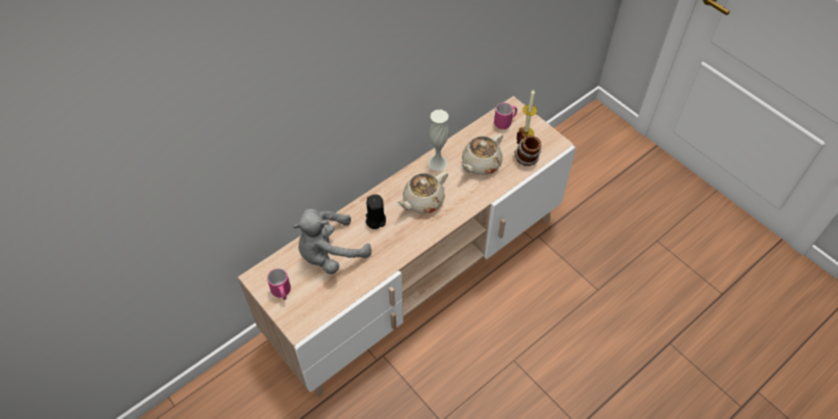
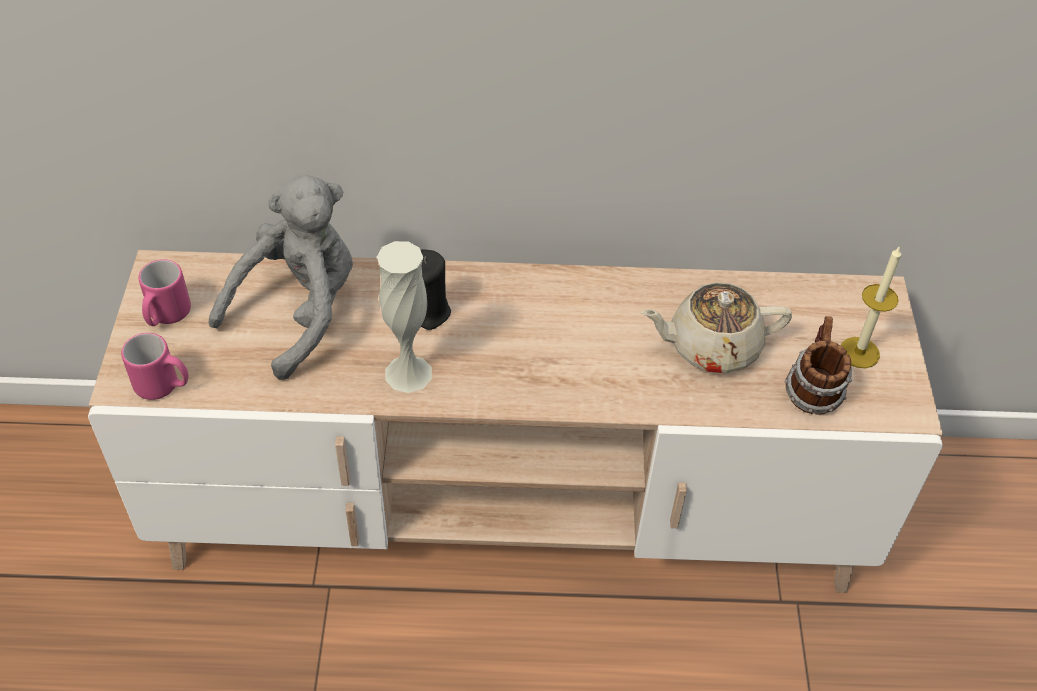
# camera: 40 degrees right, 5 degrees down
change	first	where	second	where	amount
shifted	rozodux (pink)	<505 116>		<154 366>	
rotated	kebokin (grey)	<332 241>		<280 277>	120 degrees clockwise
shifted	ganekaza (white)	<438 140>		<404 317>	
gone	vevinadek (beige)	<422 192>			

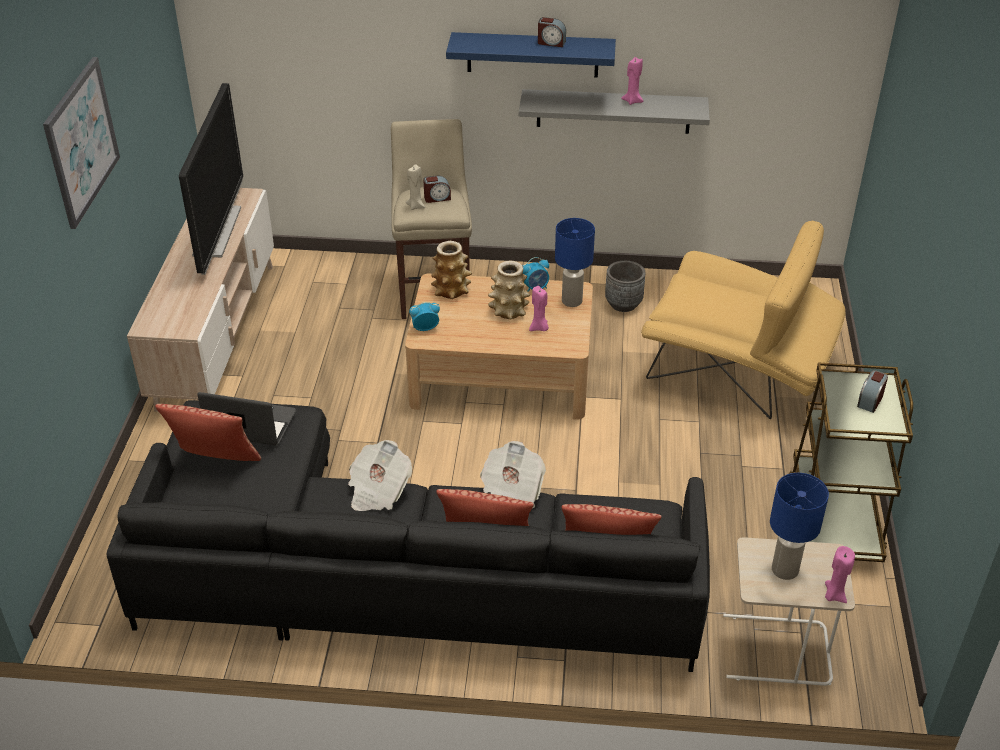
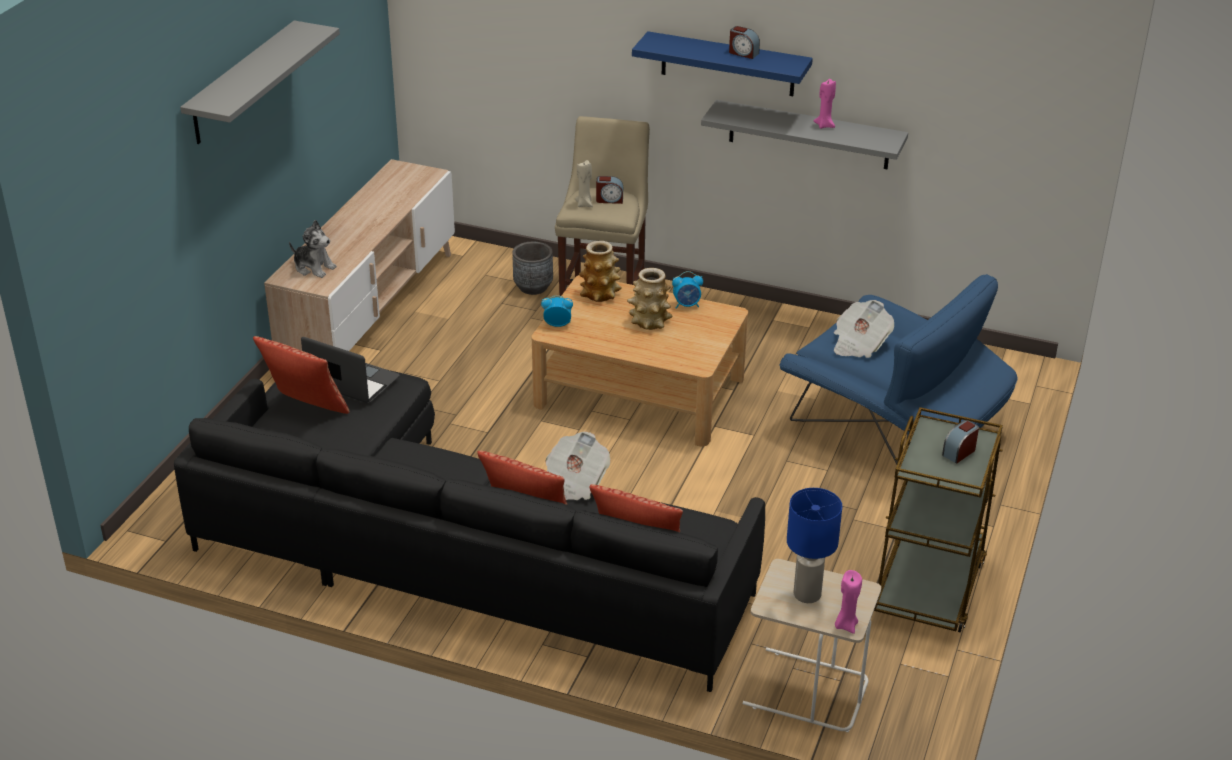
# camera: 15 degrees right, 5 degrees down
change	first	where	second	where	amount
swapped	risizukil	<81 143>	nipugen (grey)	<260 82>	
new			kebokin	<313 249>	
shifted	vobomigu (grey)	<625 286>		<532 268>	
repainted	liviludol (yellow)	<743 320>	liviludol (blue)	<898 369>	
shifted	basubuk	<380 475>		<864 329>	
gone	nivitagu	<211 179>			
gone	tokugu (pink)	<539 308>			
gone	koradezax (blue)	<575 262>			

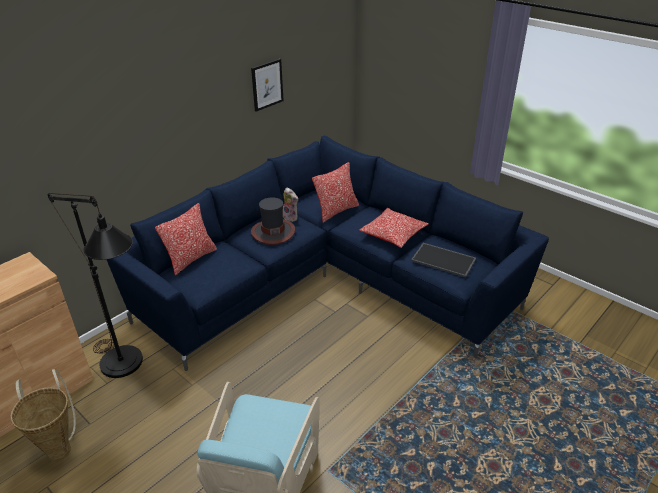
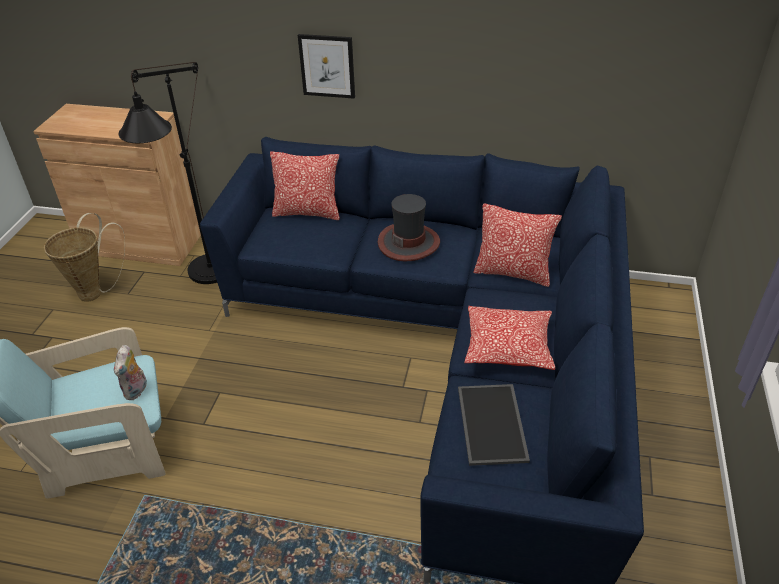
# camera: 60 degrees right, 5 degrees up
change	first	where	second	where	amount
shifted	kebokin	<291 204>		<130 372>	
shifted	risizukil	<267 85>		<326 66>	

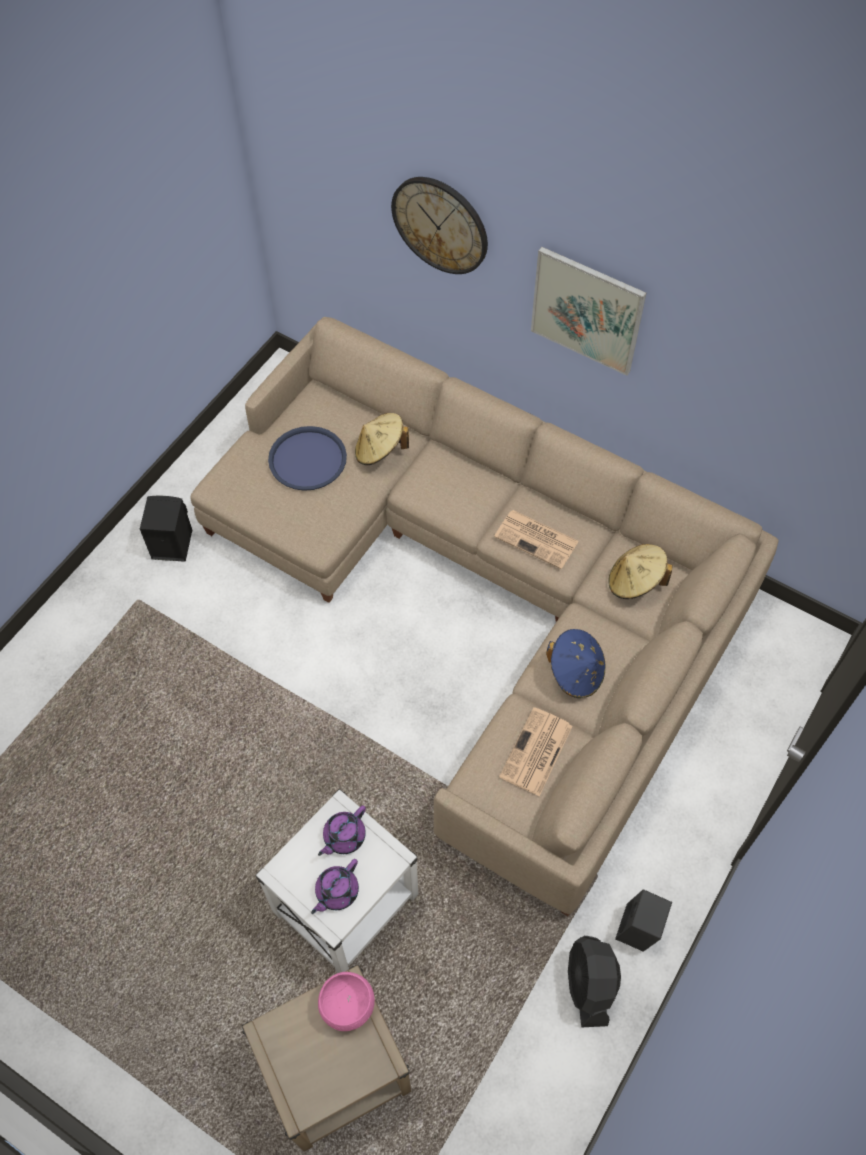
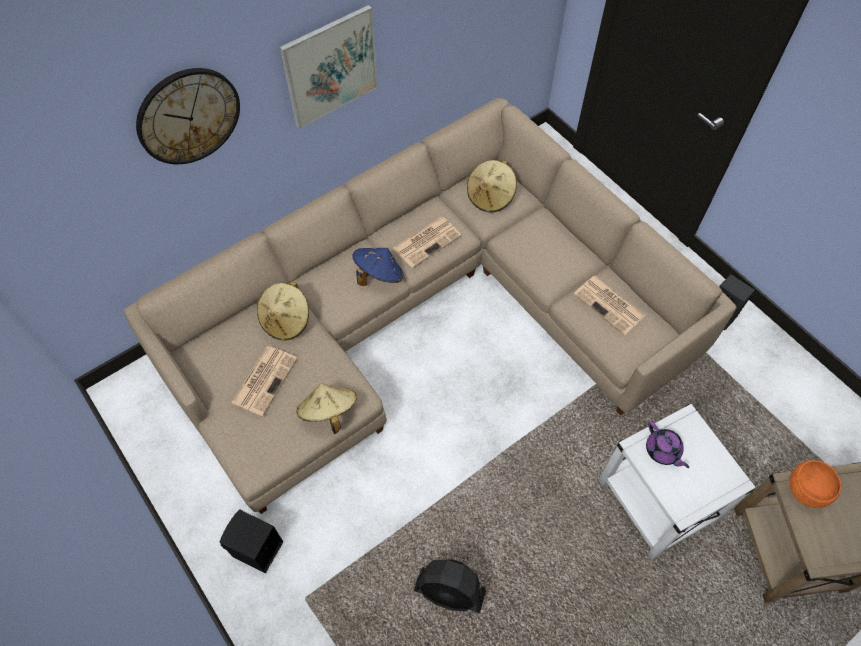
# camera: 70 degrees left, 0 degrees up
change	first	where	second	where	amount
swapped	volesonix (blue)	<307 458>	basubuk	<264 381>	
new			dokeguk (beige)	<327 408>	
shifted	dokeguk (blue)	<576 663>		<377 267>	
shifted	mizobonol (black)	<594 981>		<450 586>	
repainted	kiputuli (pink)	<346 1001>	kiputuli (orange)	<815 484>	
gone	vevinadek (purple)	<335 886>			

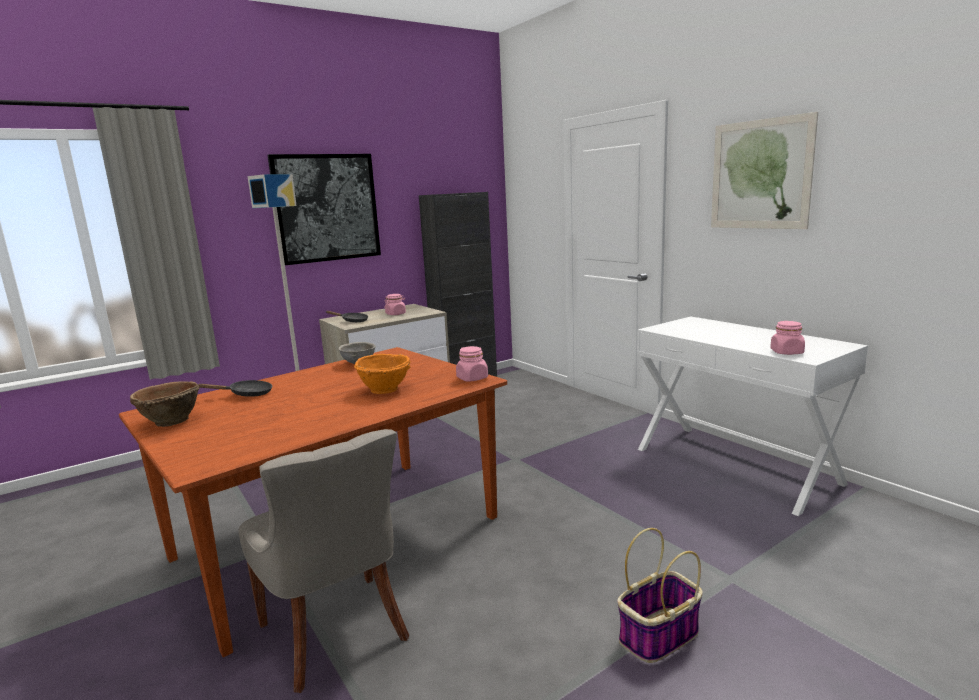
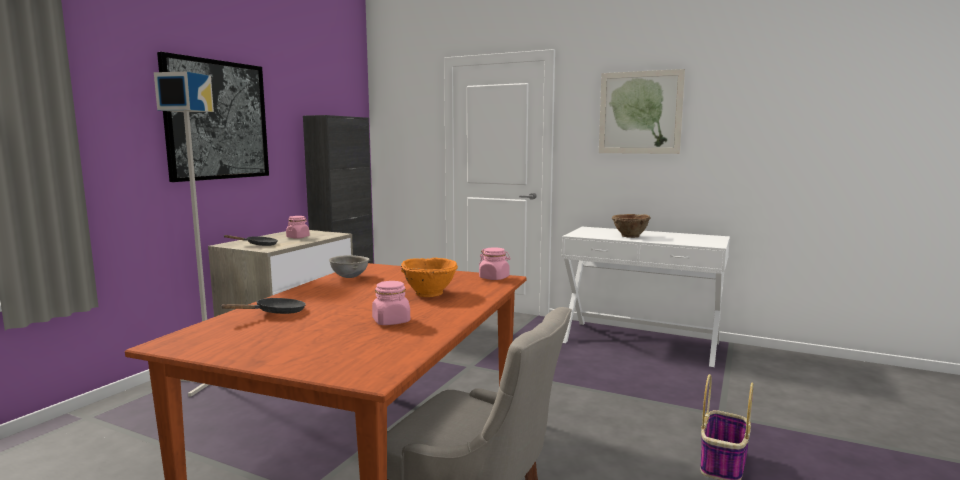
# camera: 30 degrees left, 5 degrees down
change	first	where	second	where	amount
shifted	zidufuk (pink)	<787 338>		<391 303>	
shifted	kiputuli (brown)	<165 404>		<631 226>	

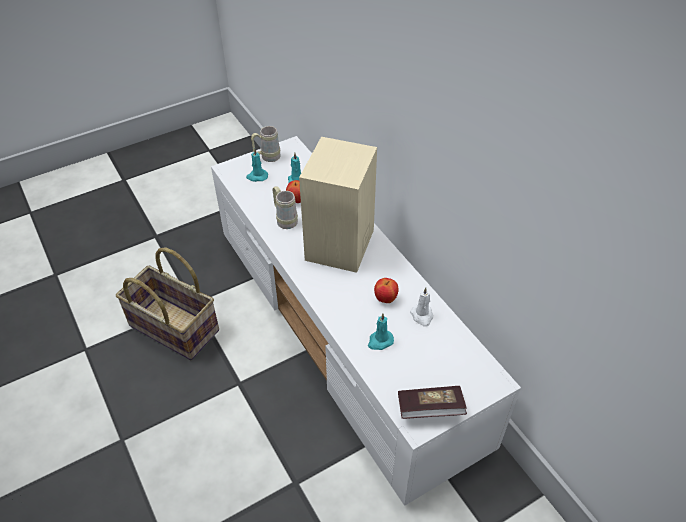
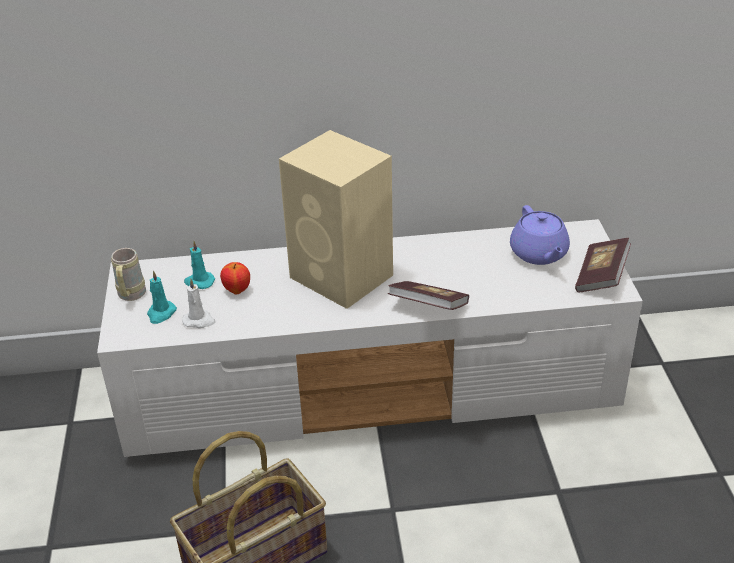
# camera: 65 degrees left, 10 degrees down
change	first	where	second	where	amount
shifted	tokugu (white)	<421 307>		<198 303>	
new			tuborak	<428 295>	
new			vevinadek (purple)	<540 235>	
gone	rozodux (beige)	<285 207>			
gone	tokugu (turquoise)	<381 332>			
gone	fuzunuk	<386 290>			

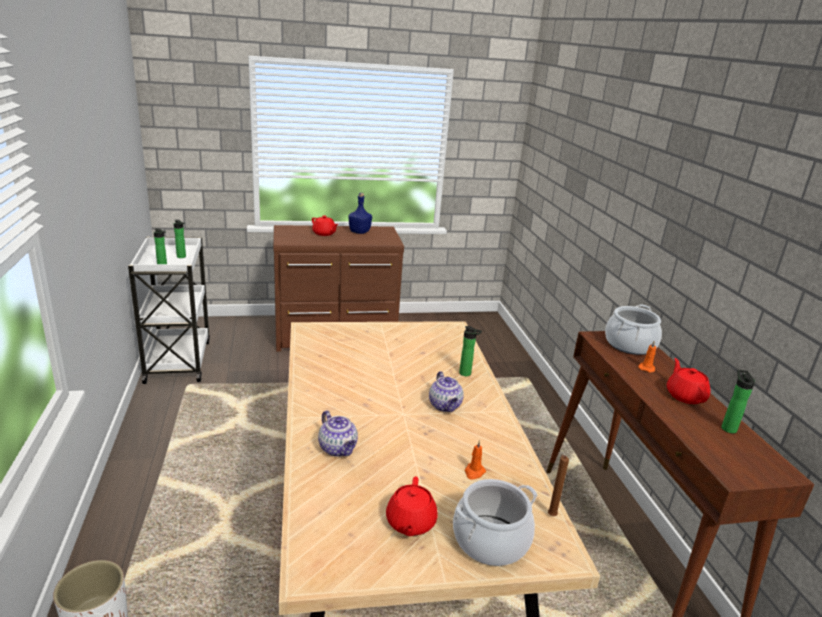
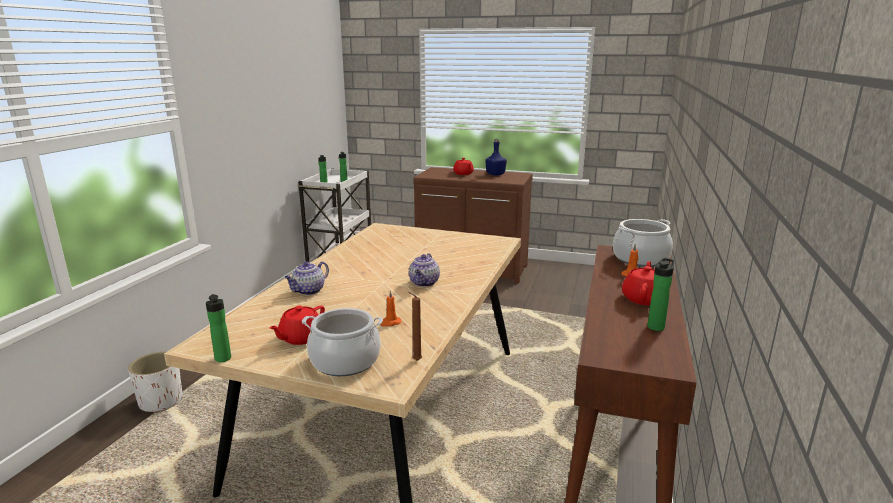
# camera: 30 degrees right, 5 degrees down
change	first	where	second	where	amount
shifted	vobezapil	<470 351>		<218 328>	
rotated	vevinadek	<338 433>		<306 278>	45 degrees clockwise

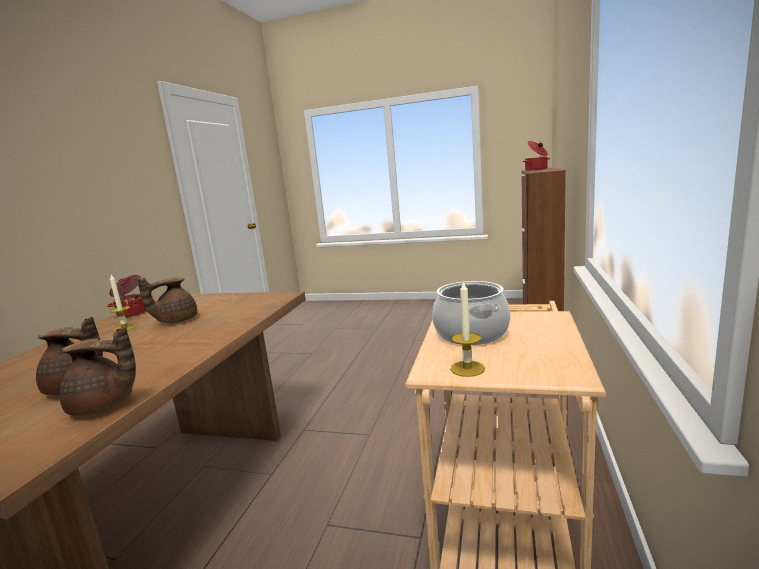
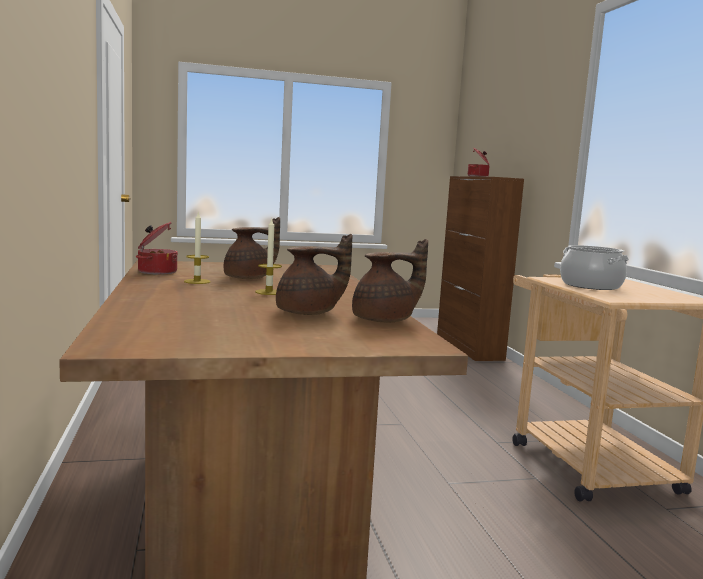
# camera: 30 degrees left, 5 degrees down
change	first	where	second	where	amount
rotated	vevinadek (brown)	<167 300>		<252 248>	135 degrees counterclockwise
shifted	tokugu	<467 328>		<268 257>	

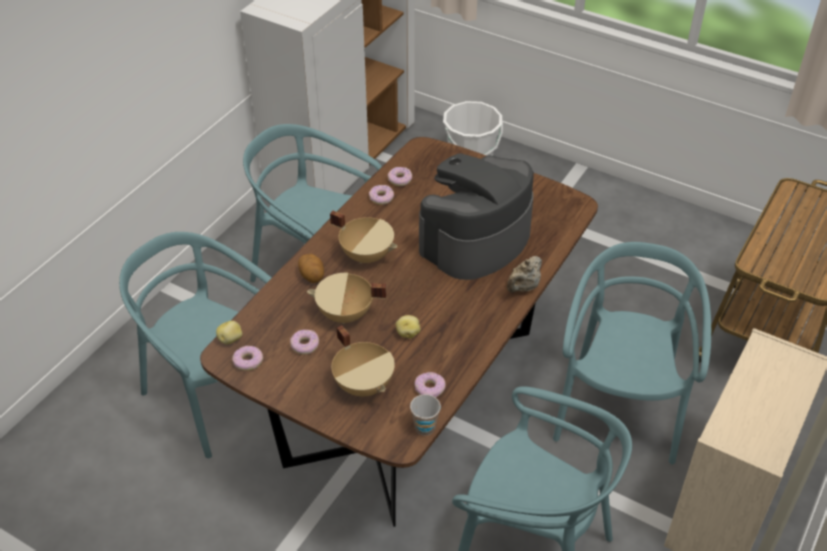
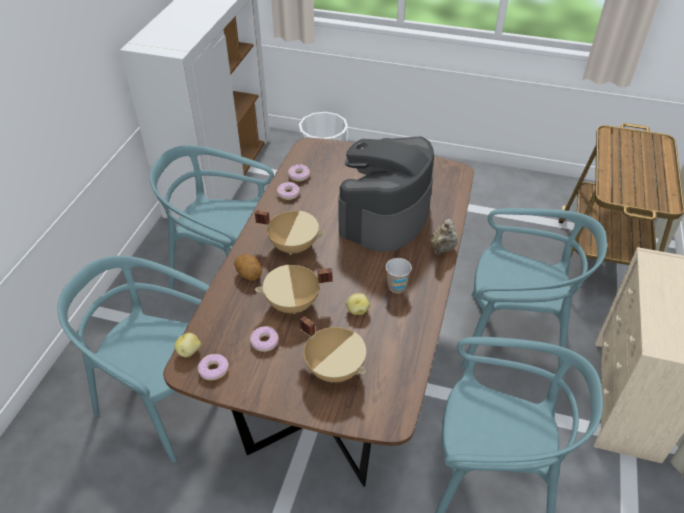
# camera: 15 degrees left, 0 degrees up
change	first	where	second	where	amount
shifted	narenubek	<425 415>		<399 275>	
rotated	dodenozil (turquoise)	<632 353>		<534 292>	105 degrees clockwise
gone	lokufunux	<430 384>			

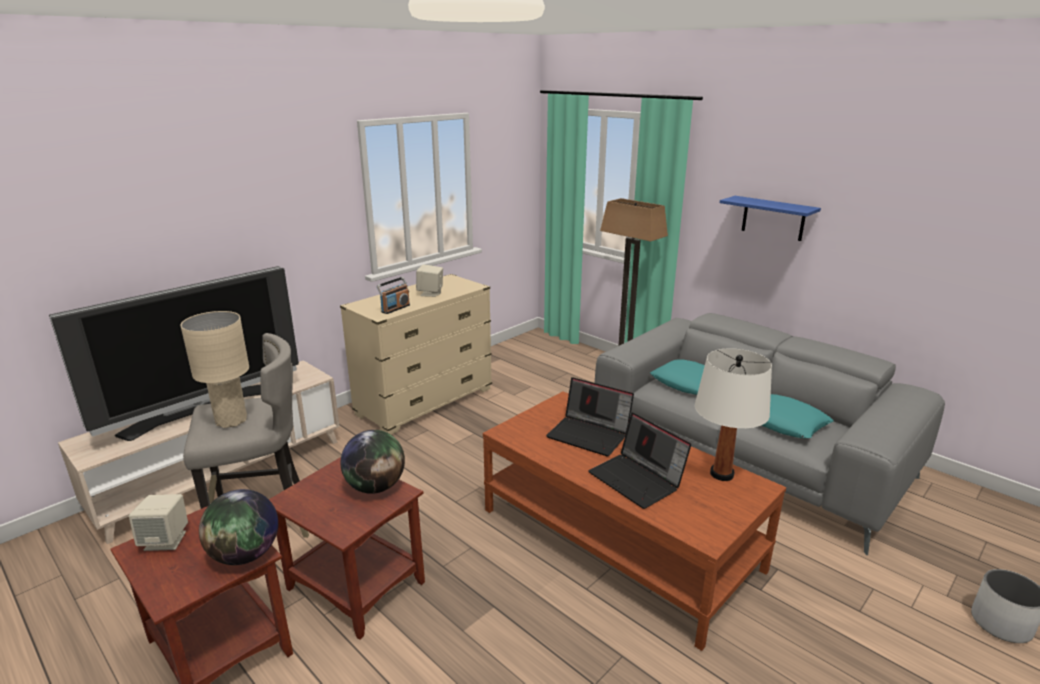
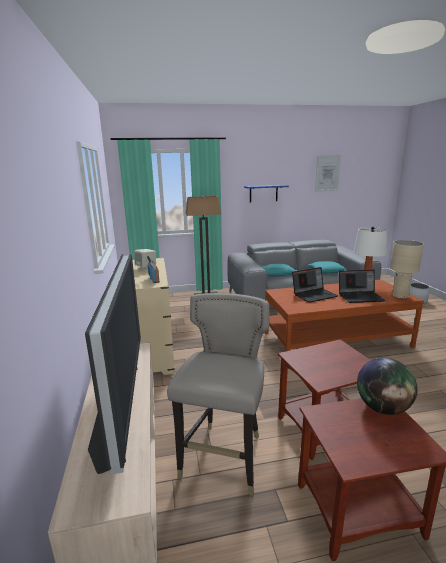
# camera: 55 degrees left, 5 degrees down
change	first	where	second	where	amount
new			risizukil	<328 173>	
shifted	koradezax (beige)	<214 369>		<407 269>	
gone	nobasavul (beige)	<158 522>			
gone	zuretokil	<372 462>			

